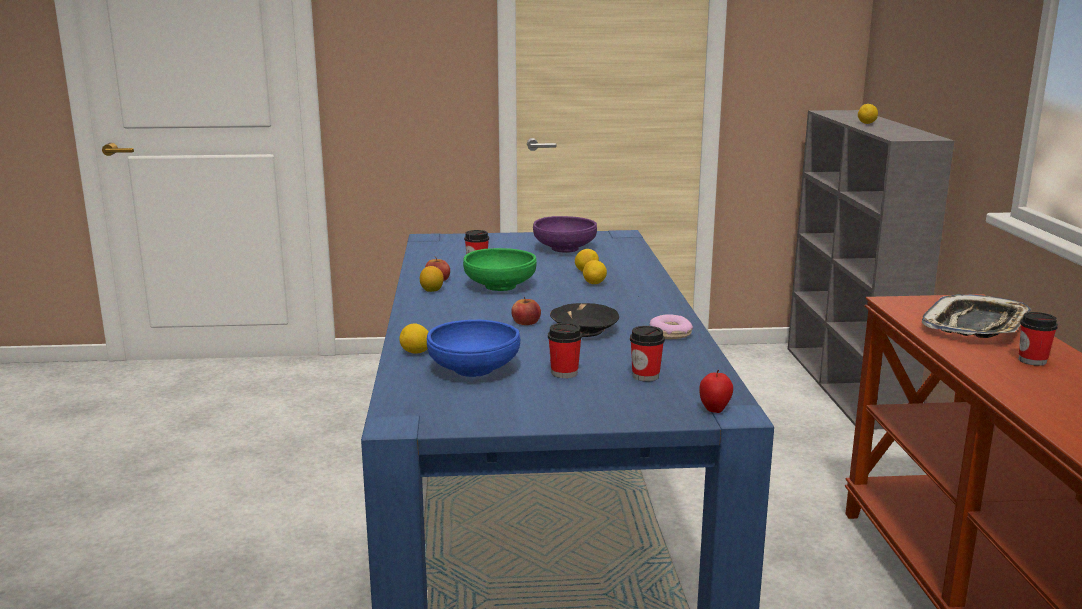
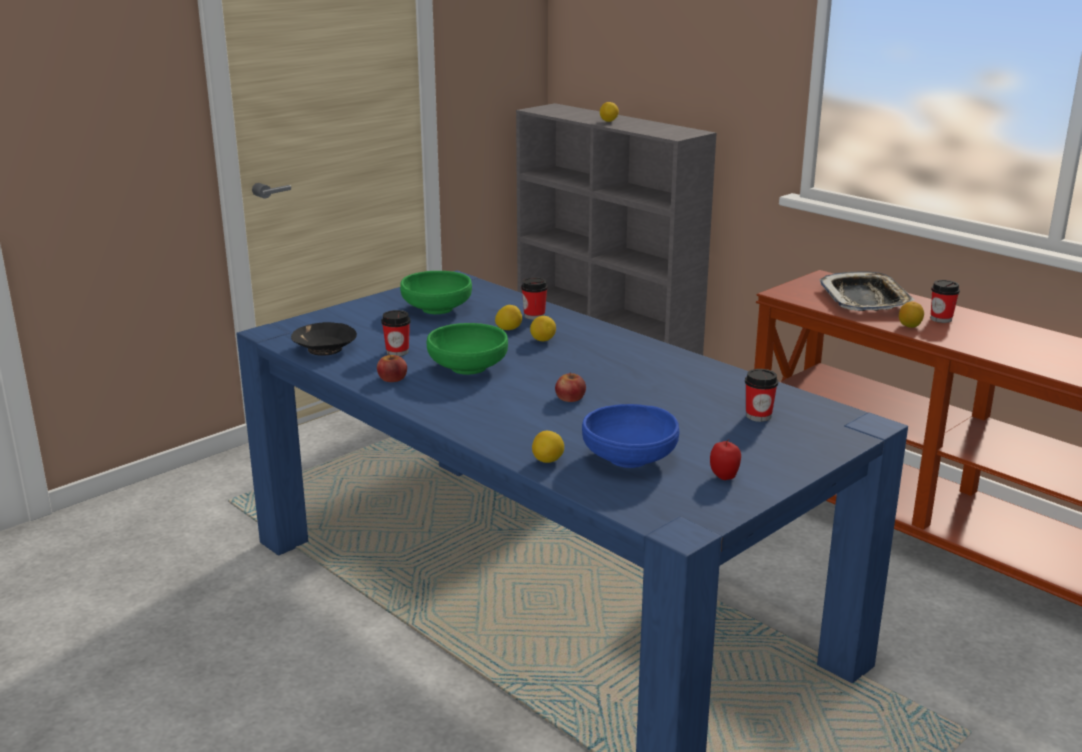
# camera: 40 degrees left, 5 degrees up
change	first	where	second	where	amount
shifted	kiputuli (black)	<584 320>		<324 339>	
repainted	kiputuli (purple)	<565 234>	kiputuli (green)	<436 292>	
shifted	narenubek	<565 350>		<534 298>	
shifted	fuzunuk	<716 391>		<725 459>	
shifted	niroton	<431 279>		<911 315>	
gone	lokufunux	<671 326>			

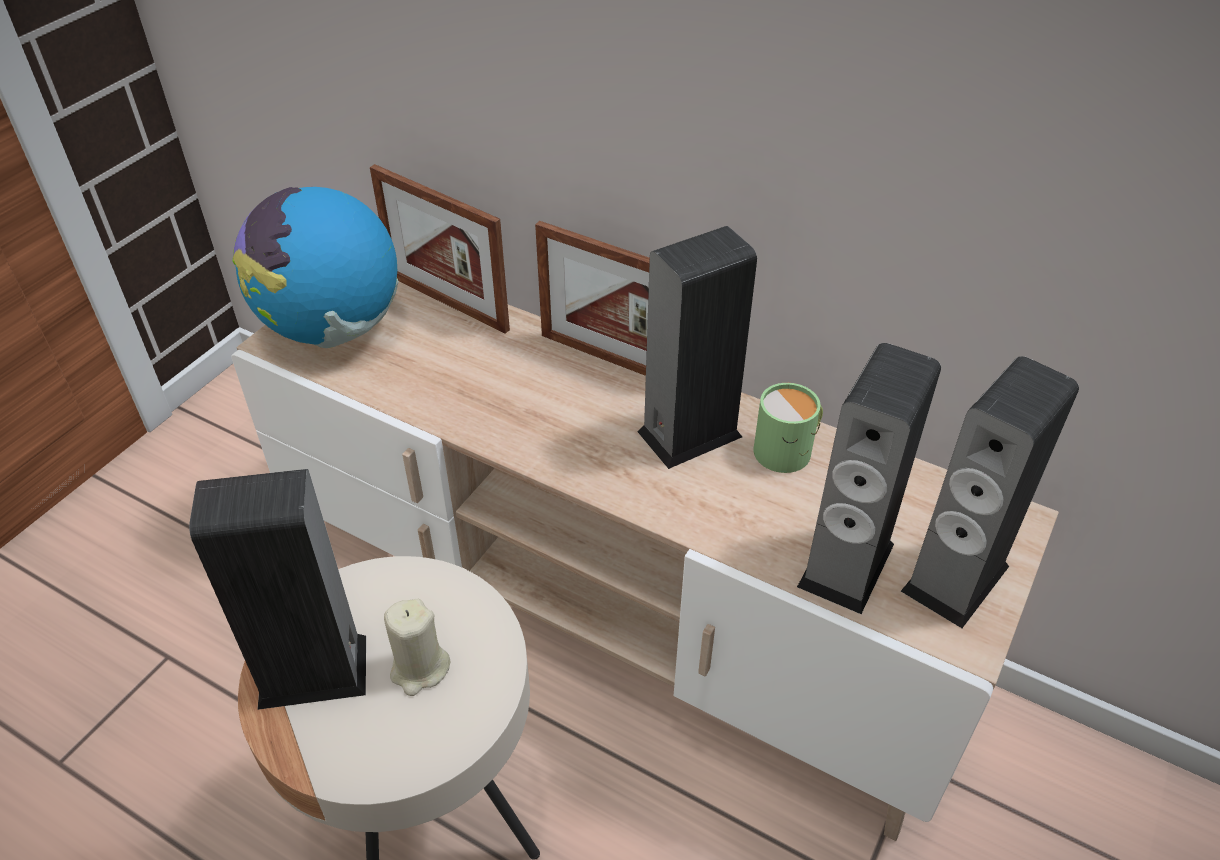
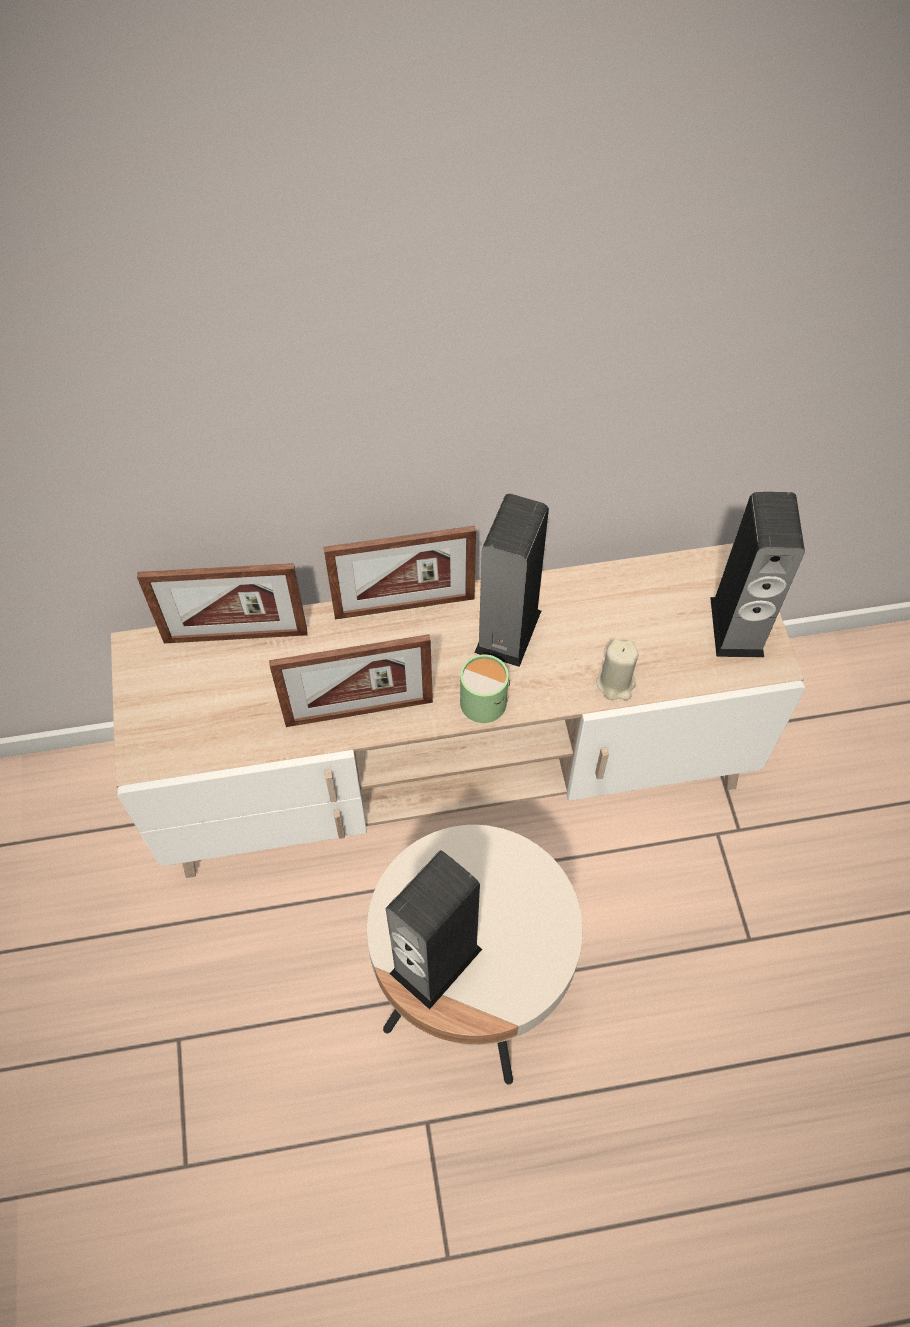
# camera: 40 degrees left, 15 degrees up
change	first	where	second	where	amount
new			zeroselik	<351 680>	
shifted	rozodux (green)	<788 428>		<485 688>	
shifted	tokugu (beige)	<417 647>		<617 669>	
gone	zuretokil	<315 267>			
gone	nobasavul	<869 478>			

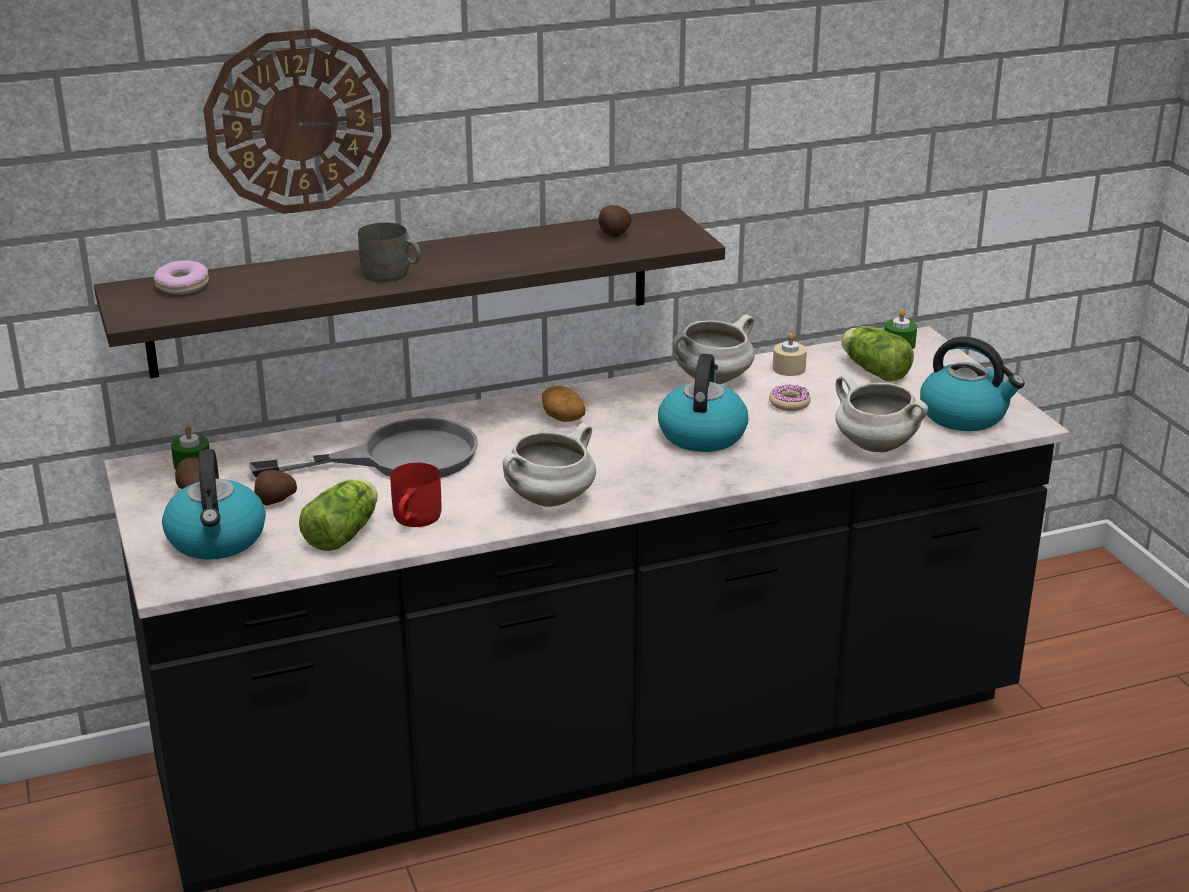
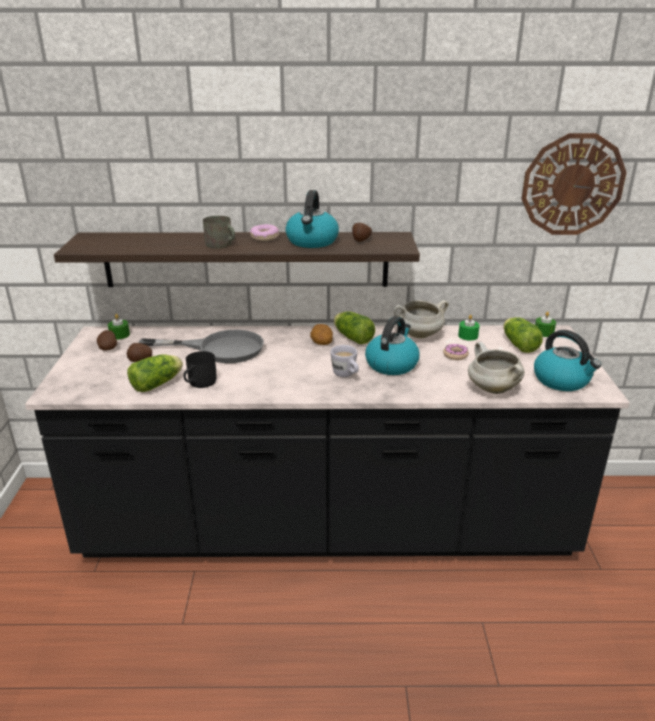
# camera: 20 degrees right, 0 degrees up
change	first	where	second	where	amount
repainted	rozodux (red)	<416 495>	rozodux (black)	<200 369>	
shifted	lokufunux	<181 277>		<264 232>	
shifted	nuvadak	<214 504>		<312 219>	
new			rozodux (white)	<344 361>	
new			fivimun	<354 327>	
repainted	tokugu (beige)	<790 354>	tokugu (green)	<469 328>	
shifted	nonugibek	<297 121>		<574 184>	
gone	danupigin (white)	<549 465>			

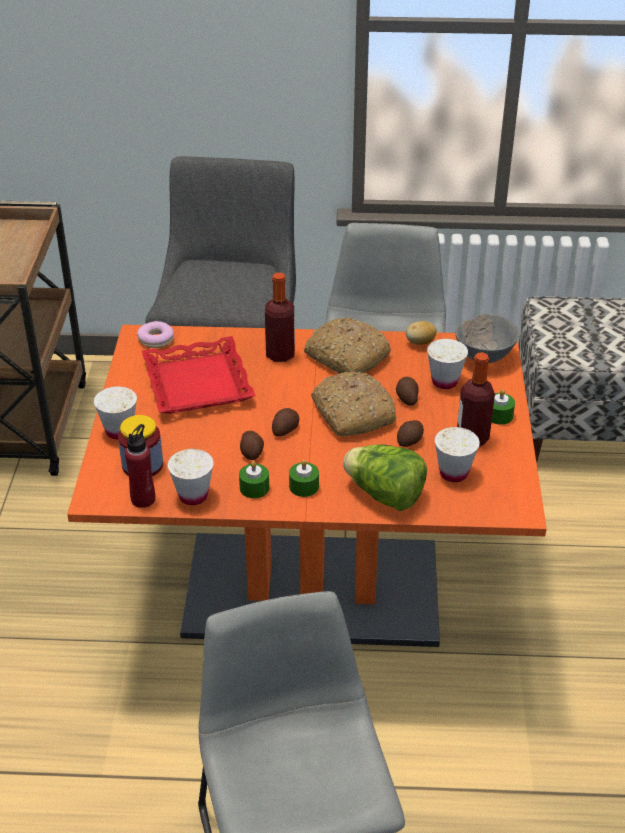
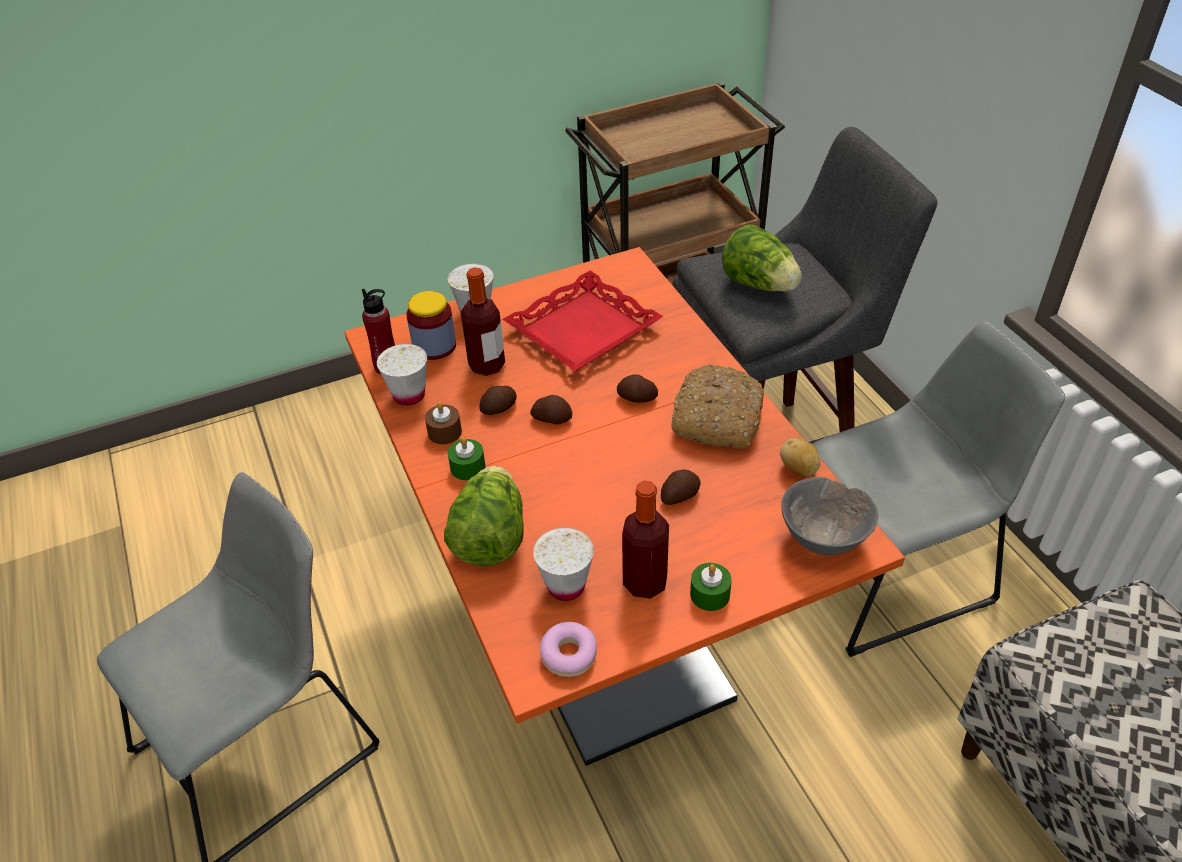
# camera: 65 degrees right, 5 degrees up
change	first	where	second	where	amount
repainted	tokugu (green)	<254 479>	tokugu (brown)	<443 423>	
shifted	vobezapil	<280 317>		<483 321>	
shifted	lokufunux	<155 334>		<568 649>	
shifted	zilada	<410 433>		<637 388>	
new			fivimun	<762 258>	
gone	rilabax	<354 404>			
gone	narenubek (white)	<447 364>			

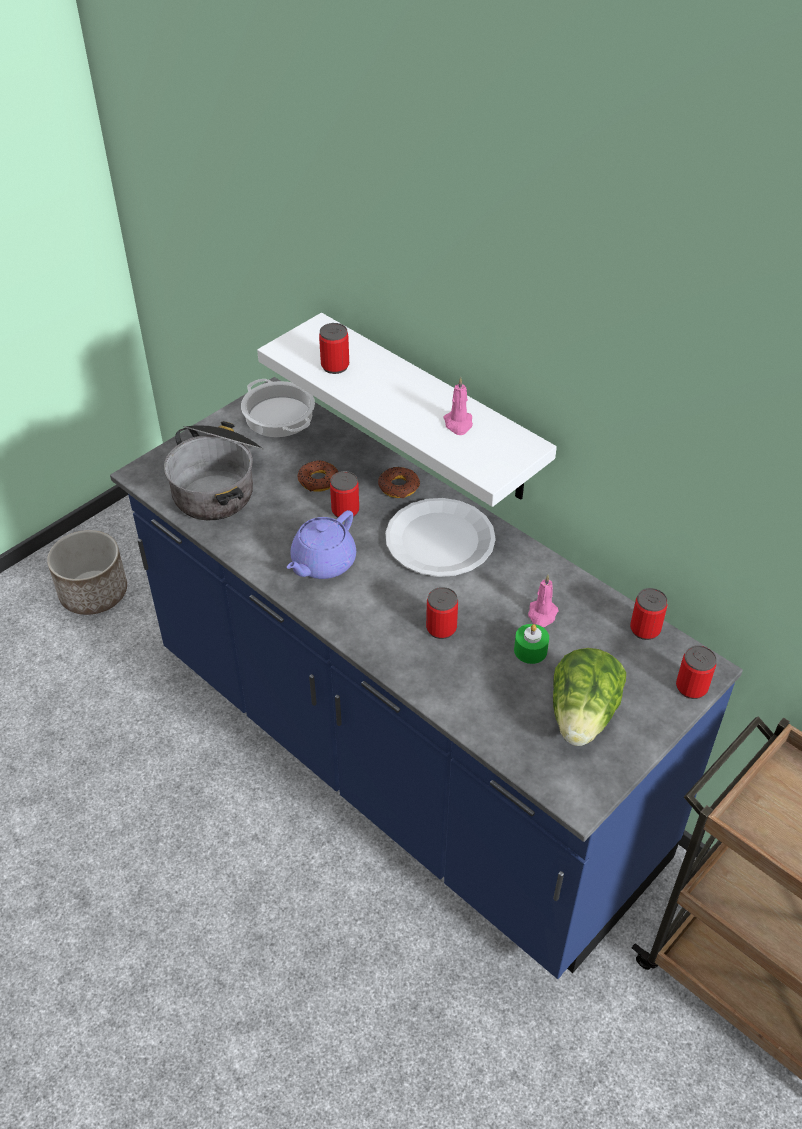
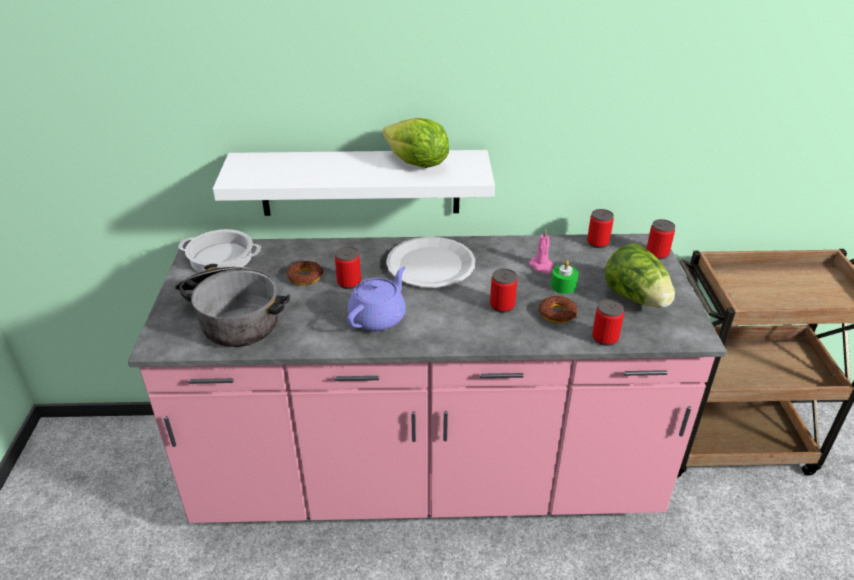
# camera: 45 degrees left, 10 degrees down
change	first	where	second	where	amount
repainted	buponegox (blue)	<426 678>	buponegox (pink)	<427 378>	
rotated	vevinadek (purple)	<321 544>		<376 298>	135 degrees counterclockwise
swapped	tokugu (pink)	<458 406>	fivimun	<415 143>	
shifted	lokufunux	<399 482>		<558 309>	
shifted	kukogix	<334 348>		<608 322>	
gone	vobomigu	<87 572>			

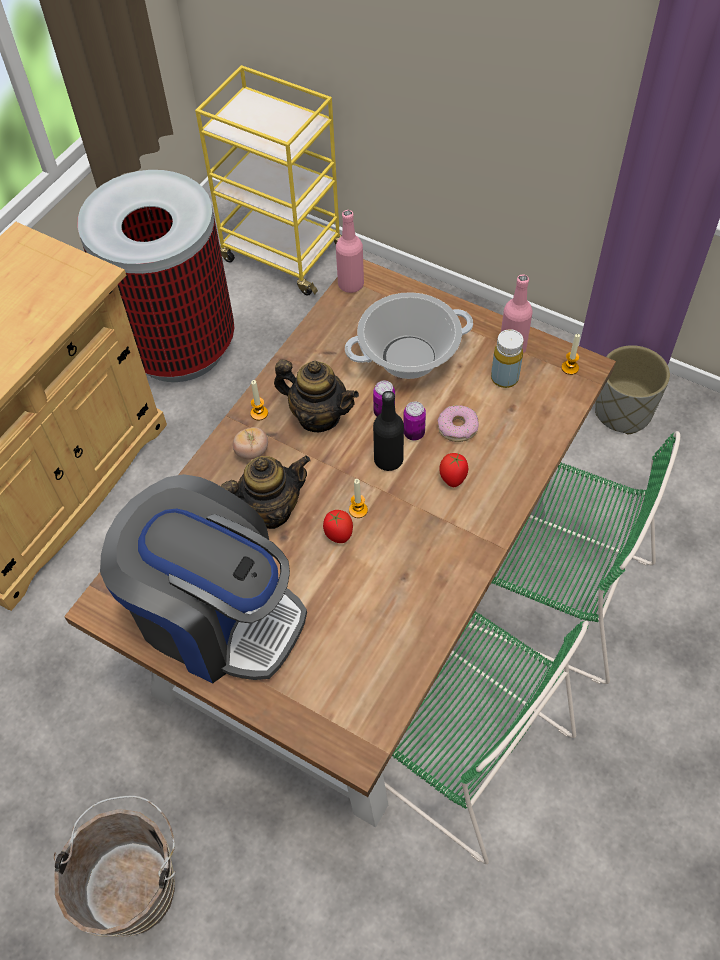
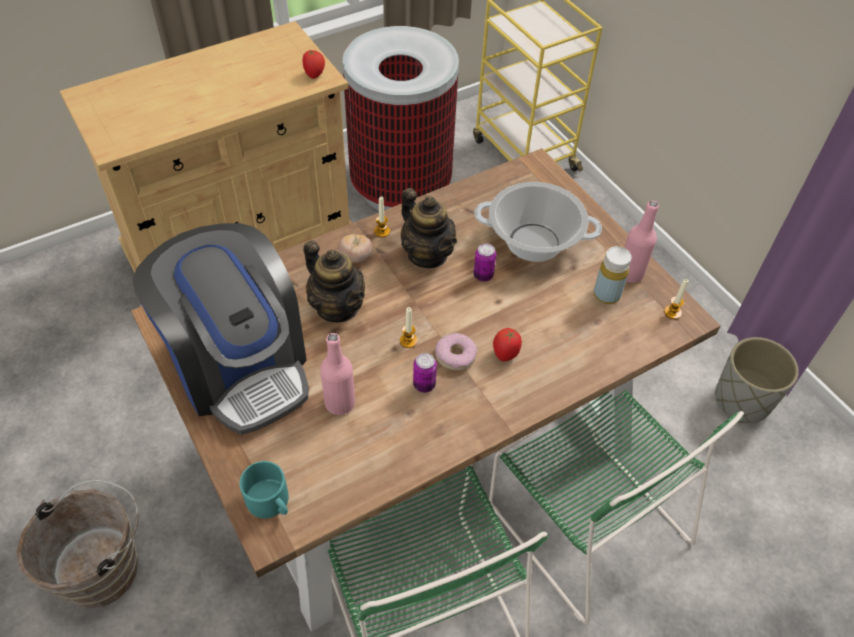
# camera: 25 degrees right, 5 degrees down
change	first	where	second	where	amount
new			rozodux (turquoise)	<264 489>	
shifted	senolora	<338 526>		<314 64>	
rotated	vevinadek	<265 492>		<334 281>	45 degrees clockwise
shifted	vobezapil (pink)	<350 251>		<337 374>	
shifted	kukogix	<414 421>		<425 373>	
shifted	lokufunux	<458 423>		<456 352>	
gone	vobezapil (black)	<388 431>			

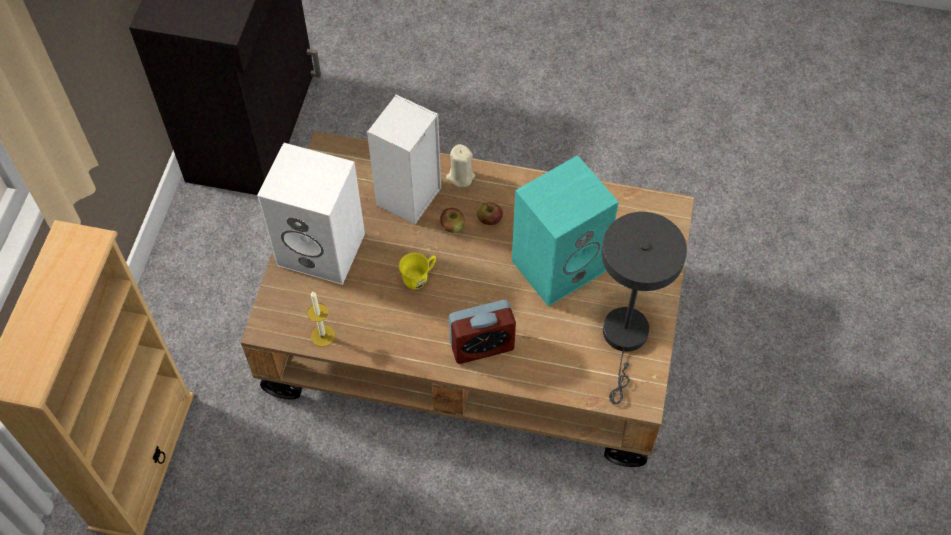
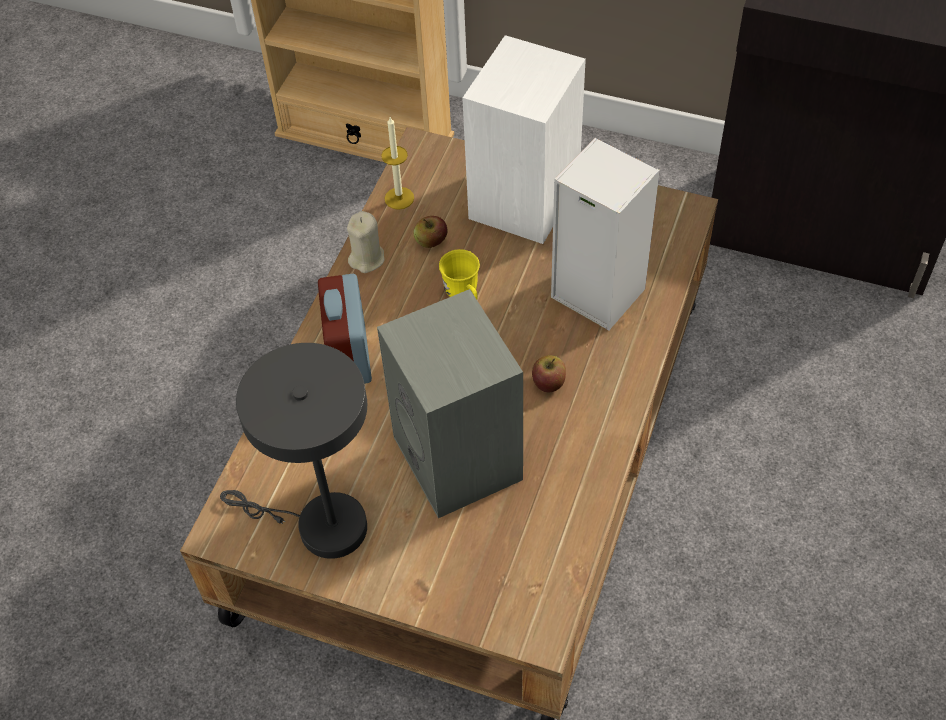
# camera: 100 degrees right, 5 degrees down
change	first	where	second	where	amount
shifted	tokugu (beige)	<460 165>		<366 242>	
repainted	nobasavul (turquoise)	<565 231>	nobasavul (grey)	<450 403>	
shifted	fuzunuk	<452 220>		<430 232>	

